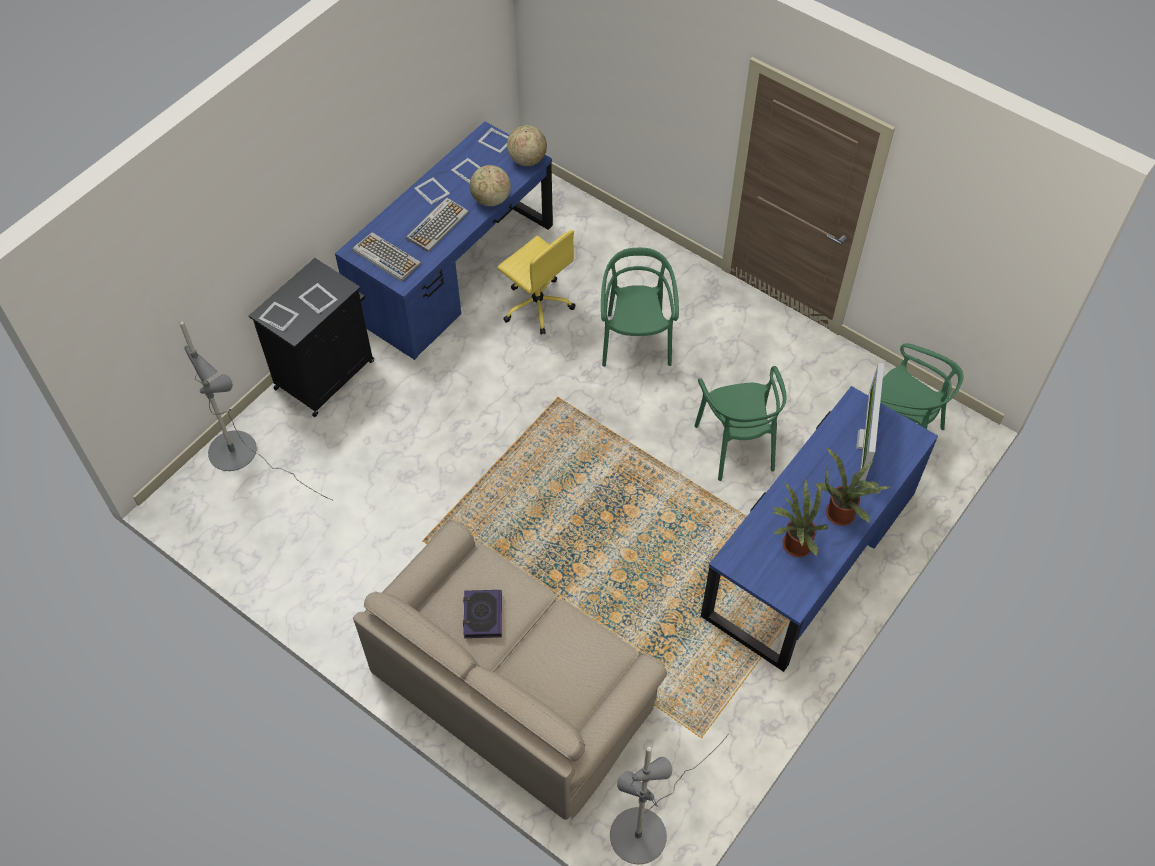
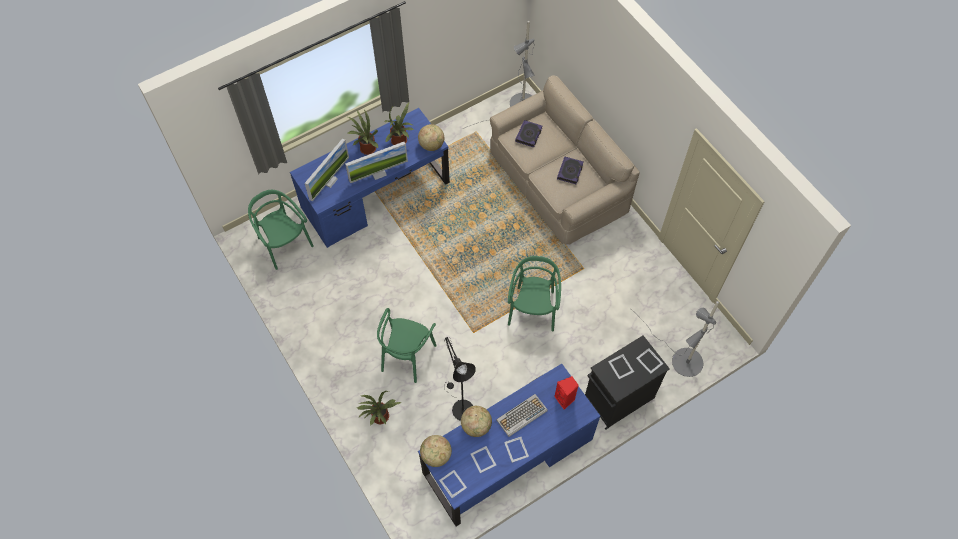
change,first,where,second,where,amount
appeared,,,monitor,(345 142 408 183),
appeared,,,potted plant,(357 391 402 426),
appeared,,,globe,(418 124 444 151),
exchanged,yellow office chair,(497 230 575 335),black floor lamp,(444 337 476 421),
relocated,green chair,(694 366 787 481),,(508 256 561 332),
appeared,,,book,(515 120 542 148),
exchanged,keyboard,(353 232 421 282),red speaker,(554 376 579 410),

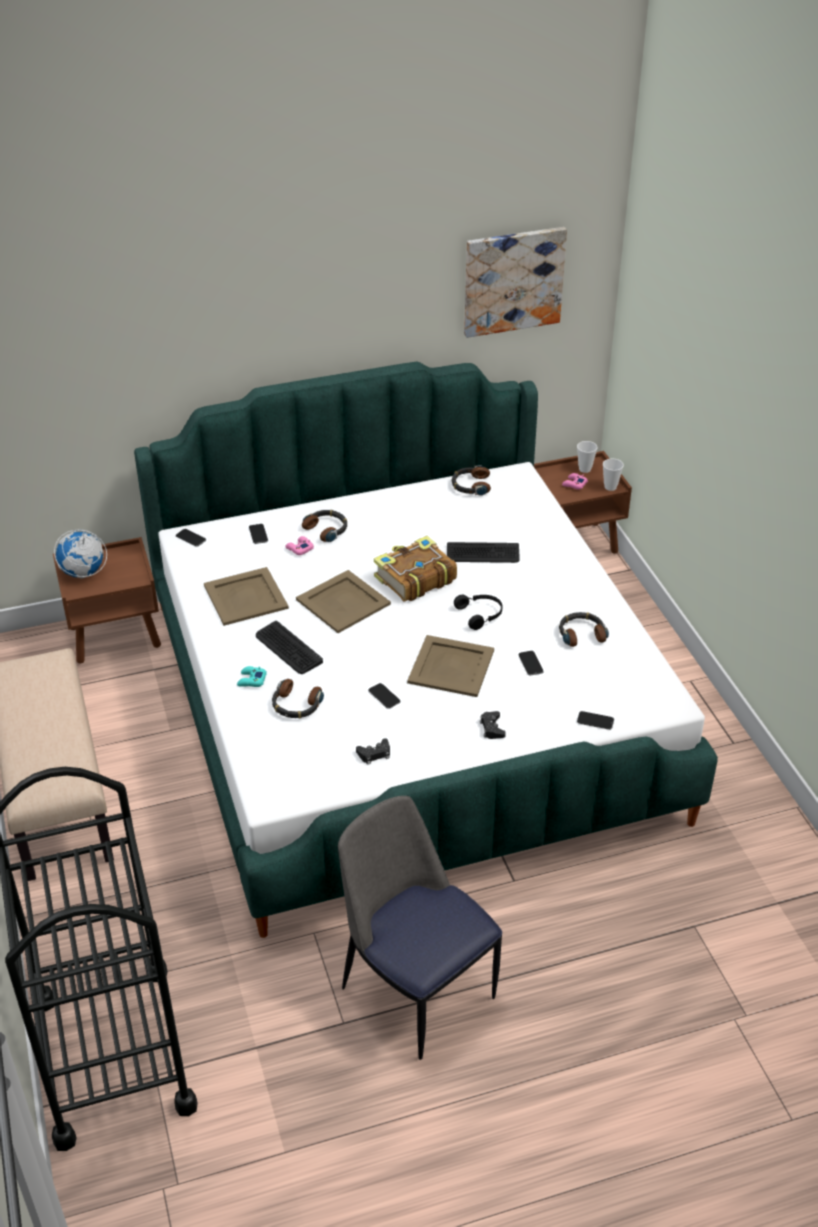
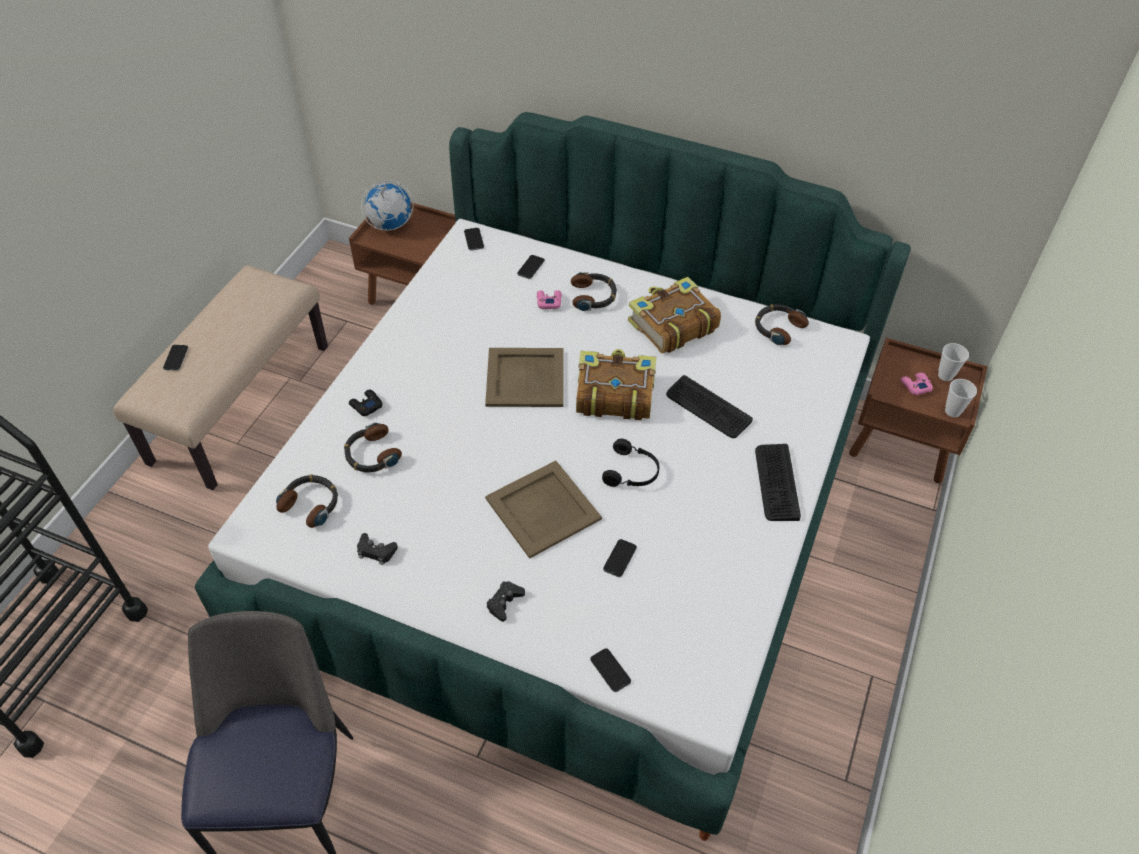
change,first,where,second,where,amount
relocated,phone,(368 683 401 709),,(163 345 188 371),
relocated,headphones,(559 612 609 647),,(276 475 338 528),
colour,turquoise game controller,(237 666 267 687),black game controller,(349 390 383 416),
appeared,,,book,(628 277 721 353),
relocated,keyboard,(256 621 323 674),,(755 444 801 521),
missing,beige tray,(204 567 289 626),,,
missing,picture,(464 227 567 338),,,

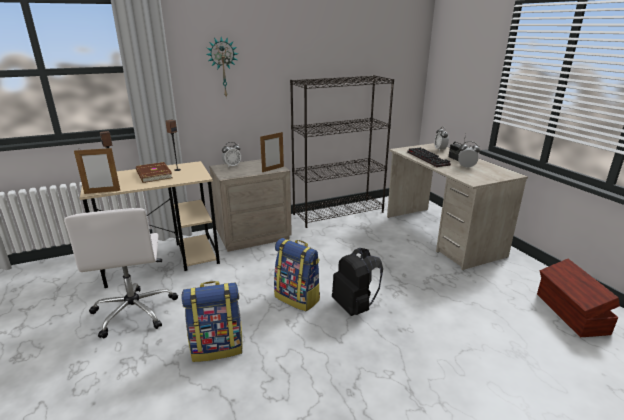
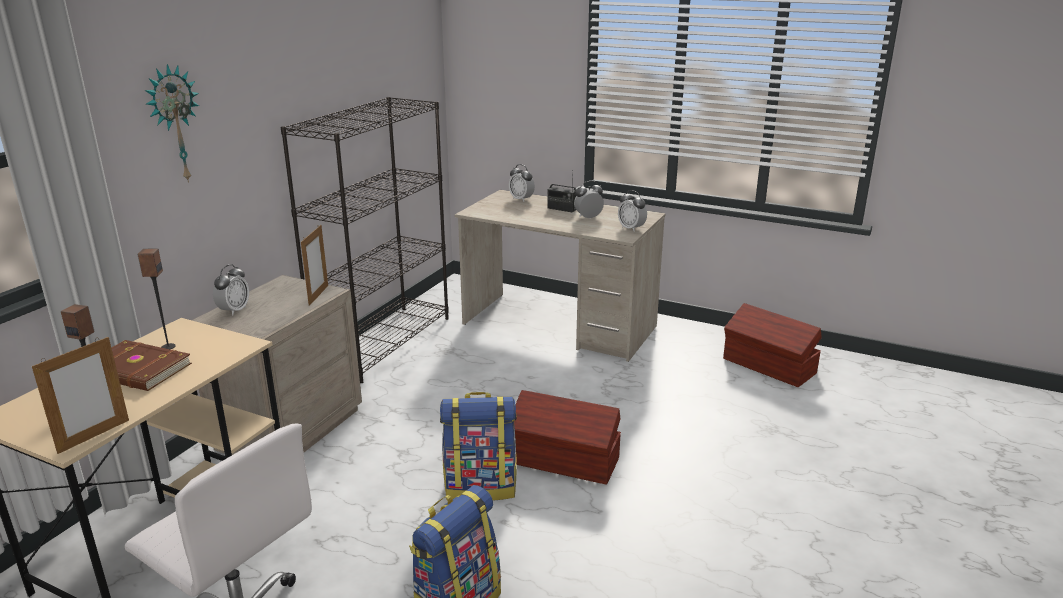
change,first,where,second,where,amount
exchanged,black backpack,(332 248 383 316),brown storage box,(514 390 621 485),
appeared,,,alarm clock,(618 190 647 232),
missing,keyboard,(407 147 451 167),,,

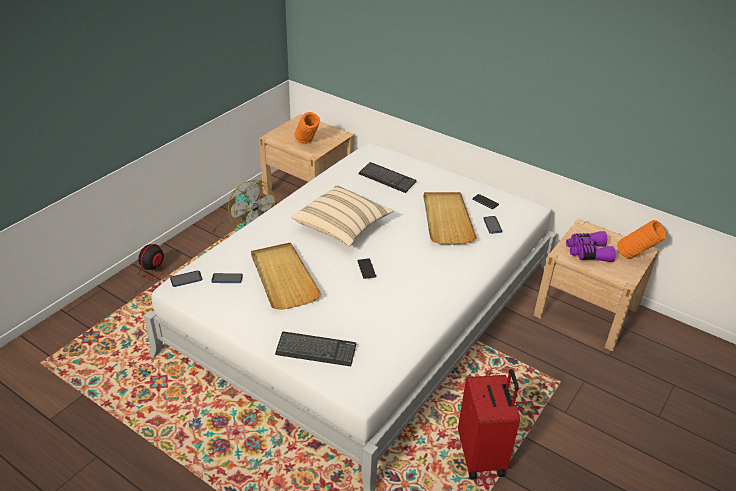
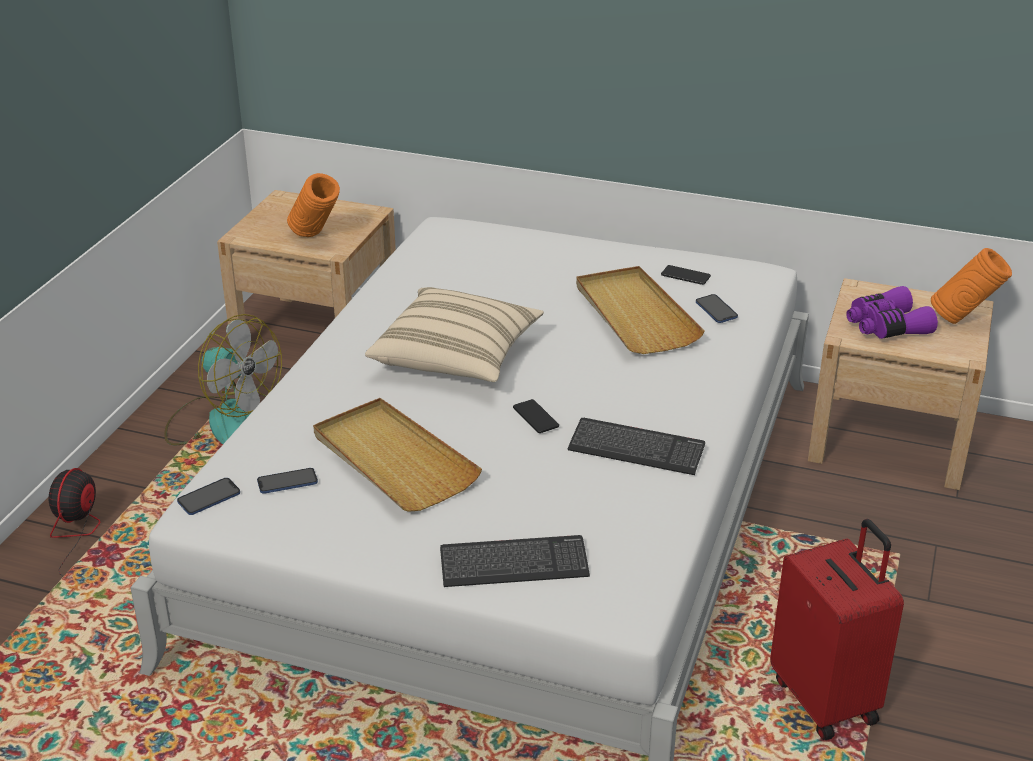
change,first,where,second,where,amount
relocated,keyboard,(358 162 417 193),,(568 418 705 475),

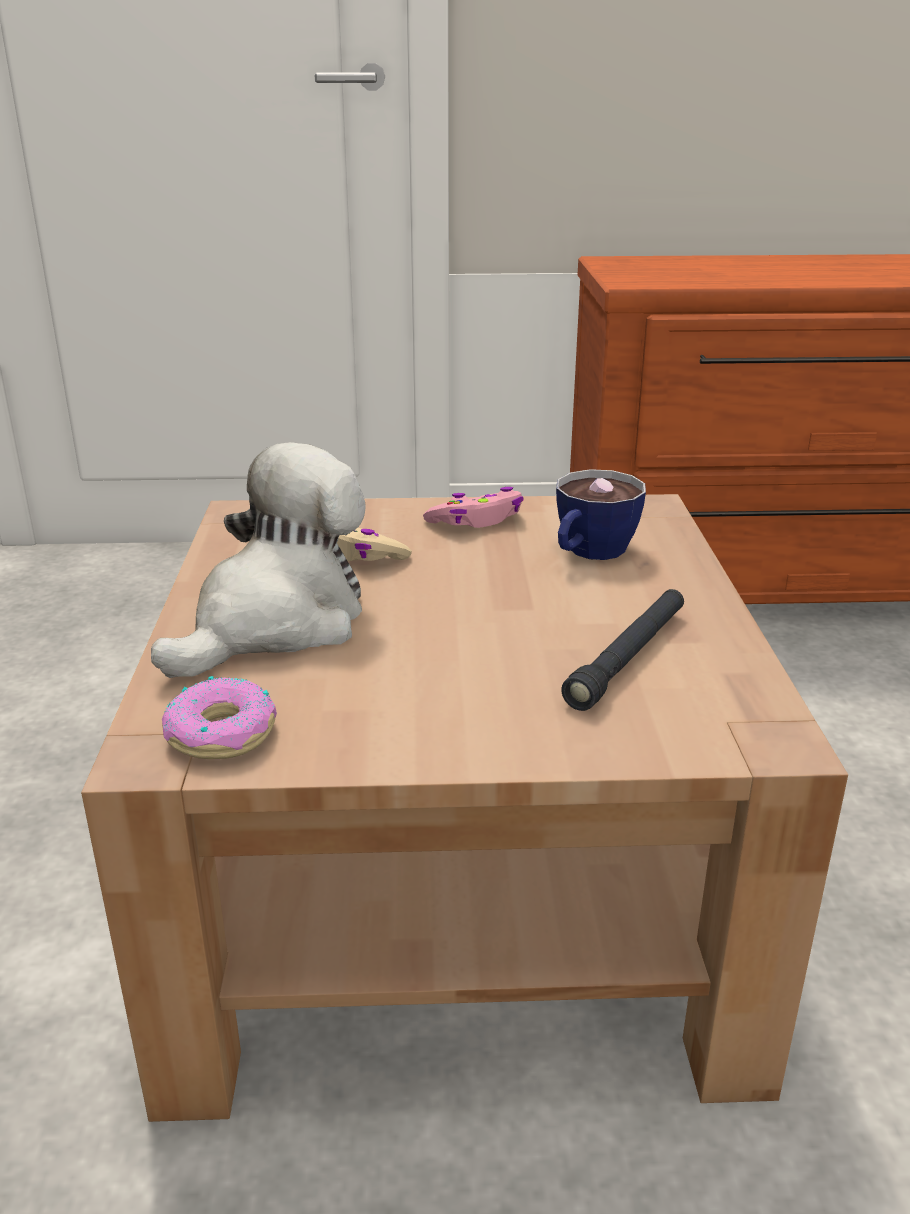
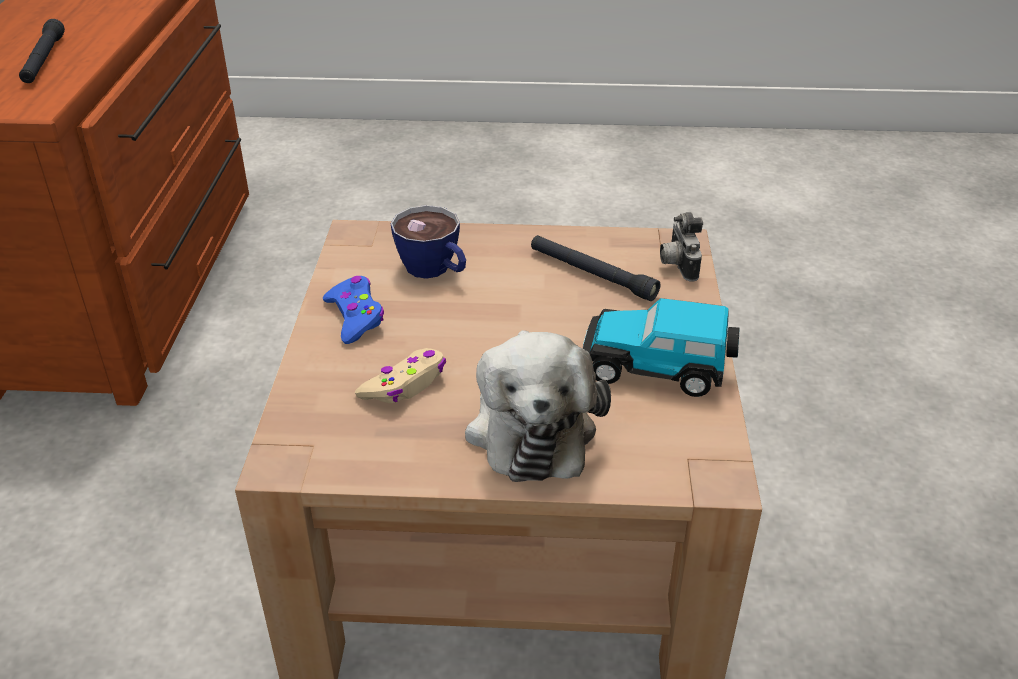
change,first,where,second,where,amount
appeared,,,black flashlight,(19 19 65 83),
colour,pink game controller,(423 487 524 528),blue game controller,(323 276 384 344),
spun,plush toy,(151 442 366 678),,(465 330 611 482),135 degrees counterclockwise
appeared,,,toy car,(583 298 739 397),
appeared,,,photo camera,(660 212 703 282),
missing,donut,(162 676 277 759),,,

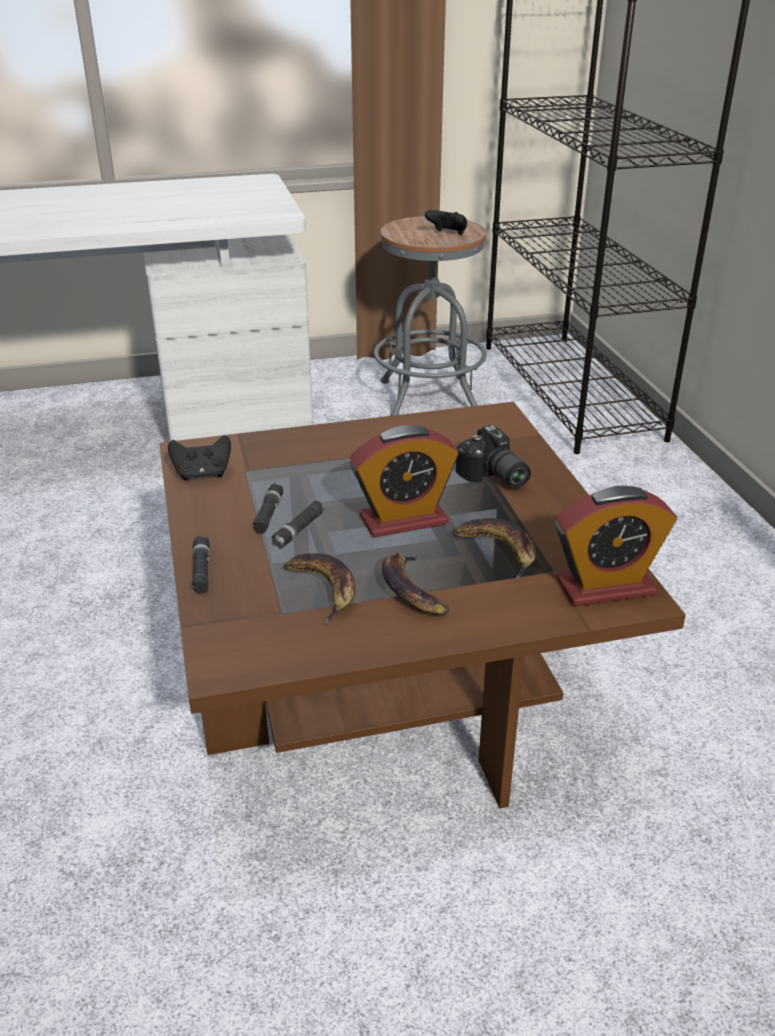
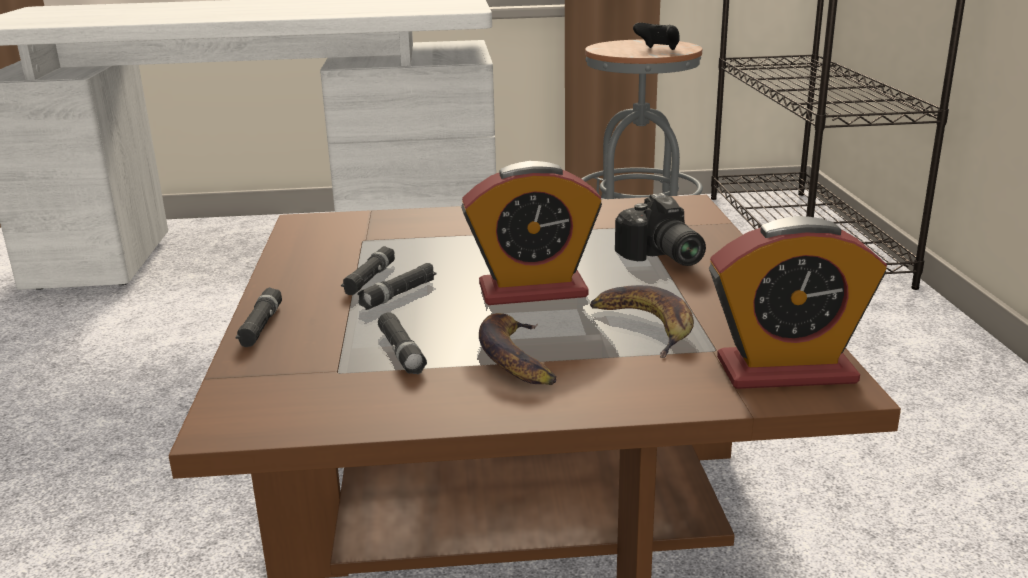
change,first,where,second,where,amount
exchanged,banana,(284 553 356 625),black flashlight,(378 312 427 375),
missing,black game controller,(168 435 231 480),,,

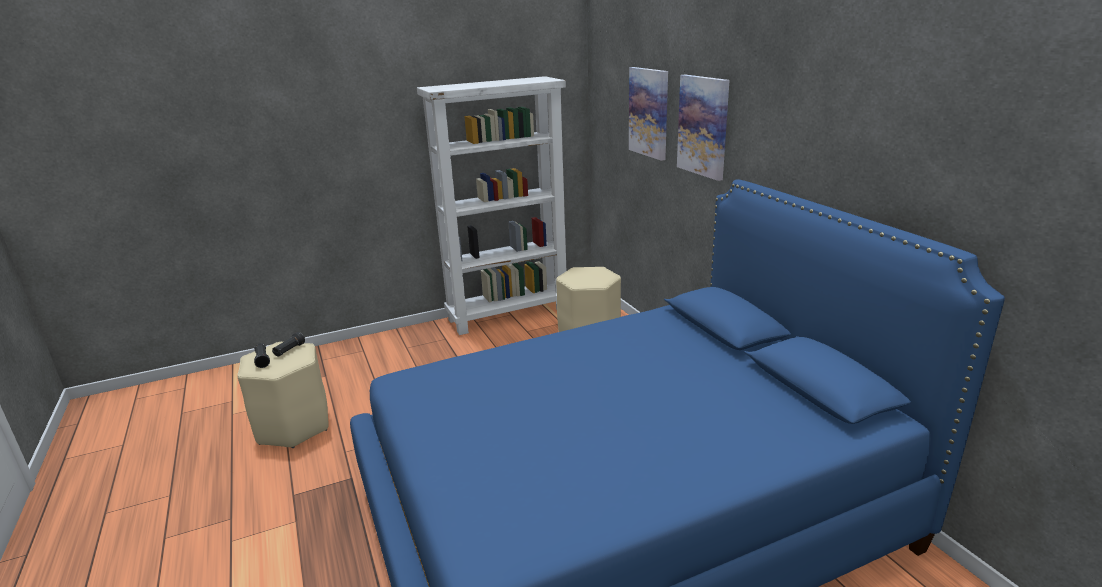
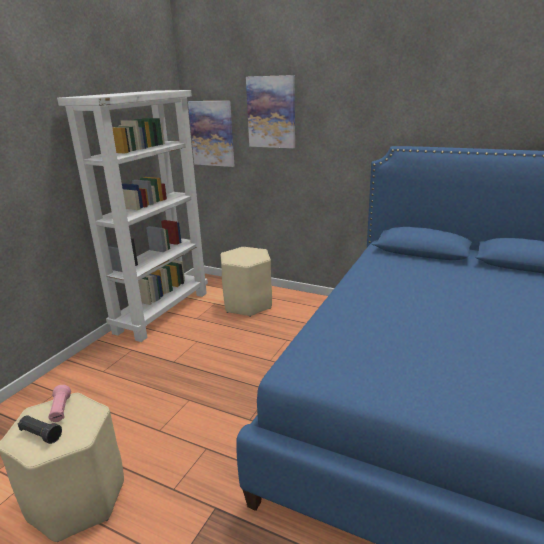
change,first,where,second,where,amount
colour,black flashlight,(272 332 305 357),pink flashlight,(49 385 71 422),
relocated,picture,(677 75 730 181),,(188 101 234 167),

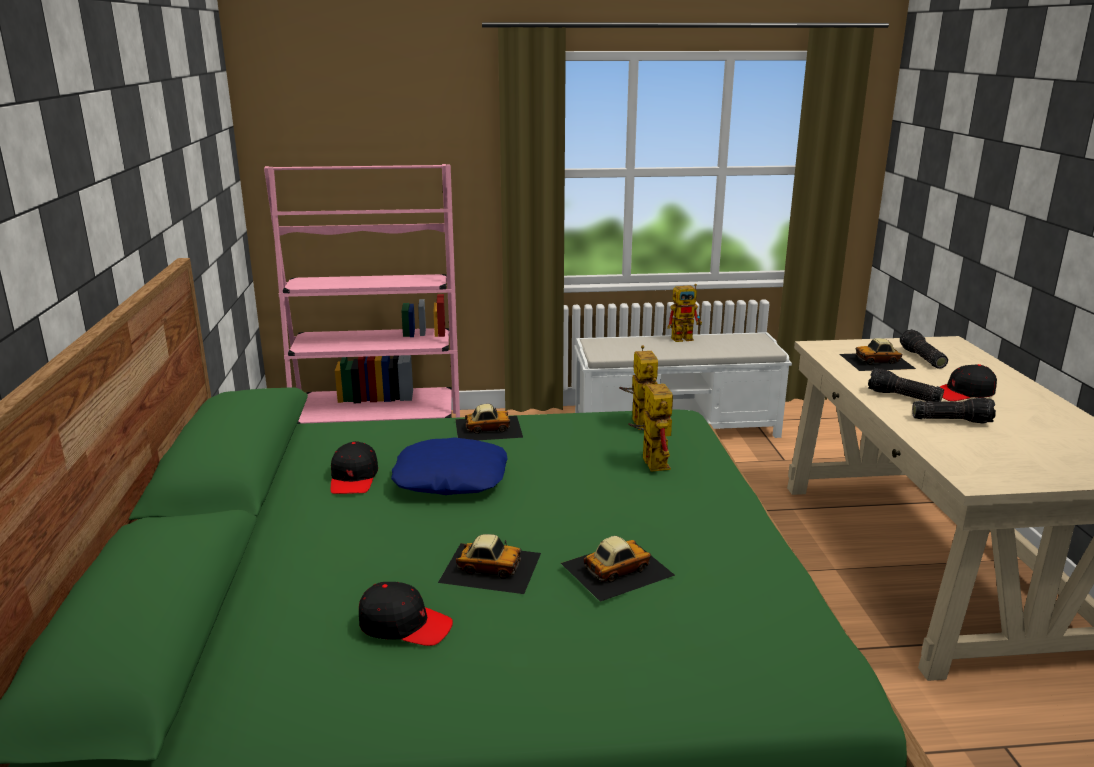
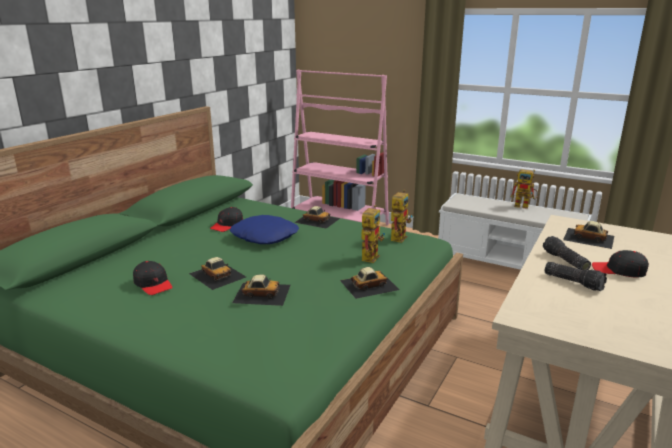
change,first,where,second,where,amount
appeared,,,toy car,(340 267 399 299),
missing,flashlight,(900 329 948 369),,,

